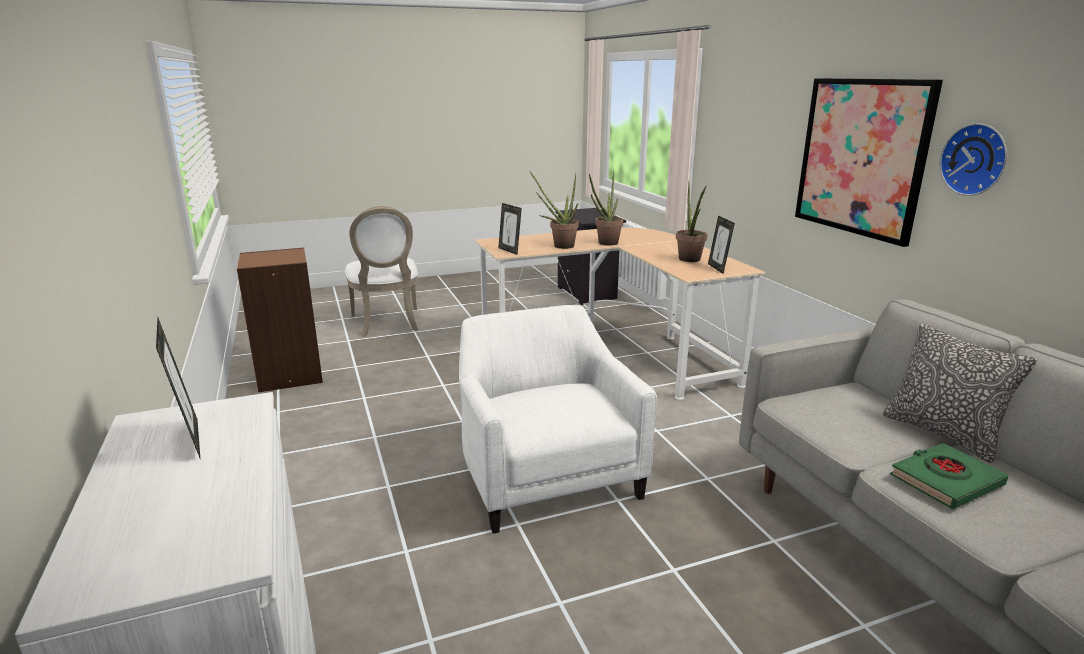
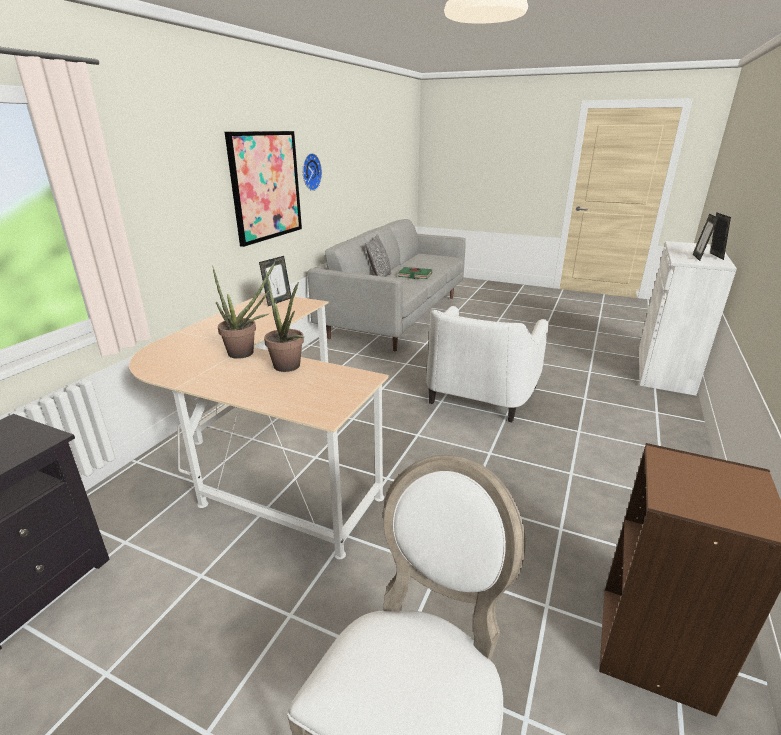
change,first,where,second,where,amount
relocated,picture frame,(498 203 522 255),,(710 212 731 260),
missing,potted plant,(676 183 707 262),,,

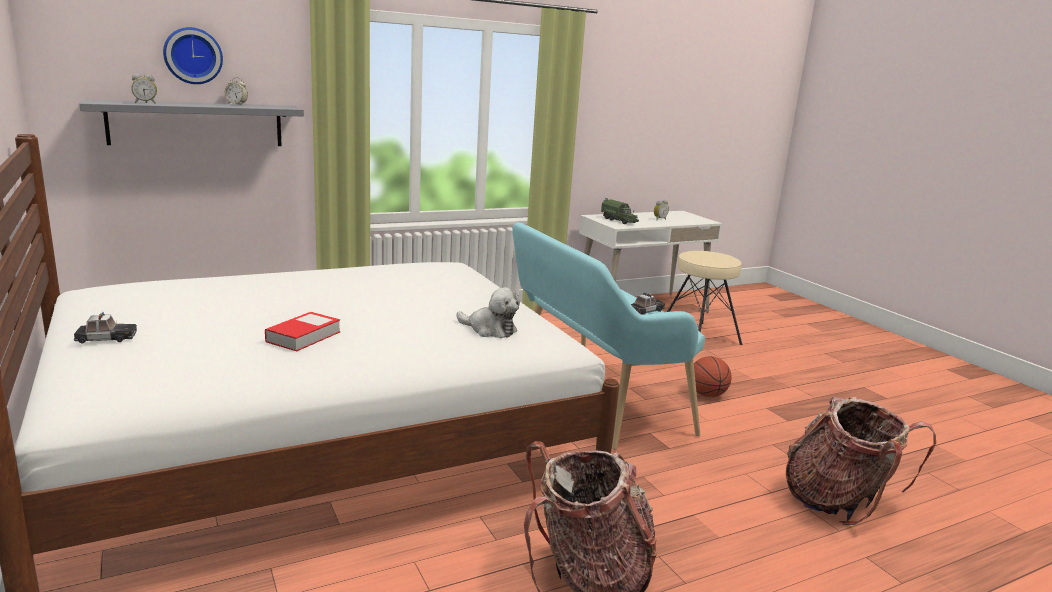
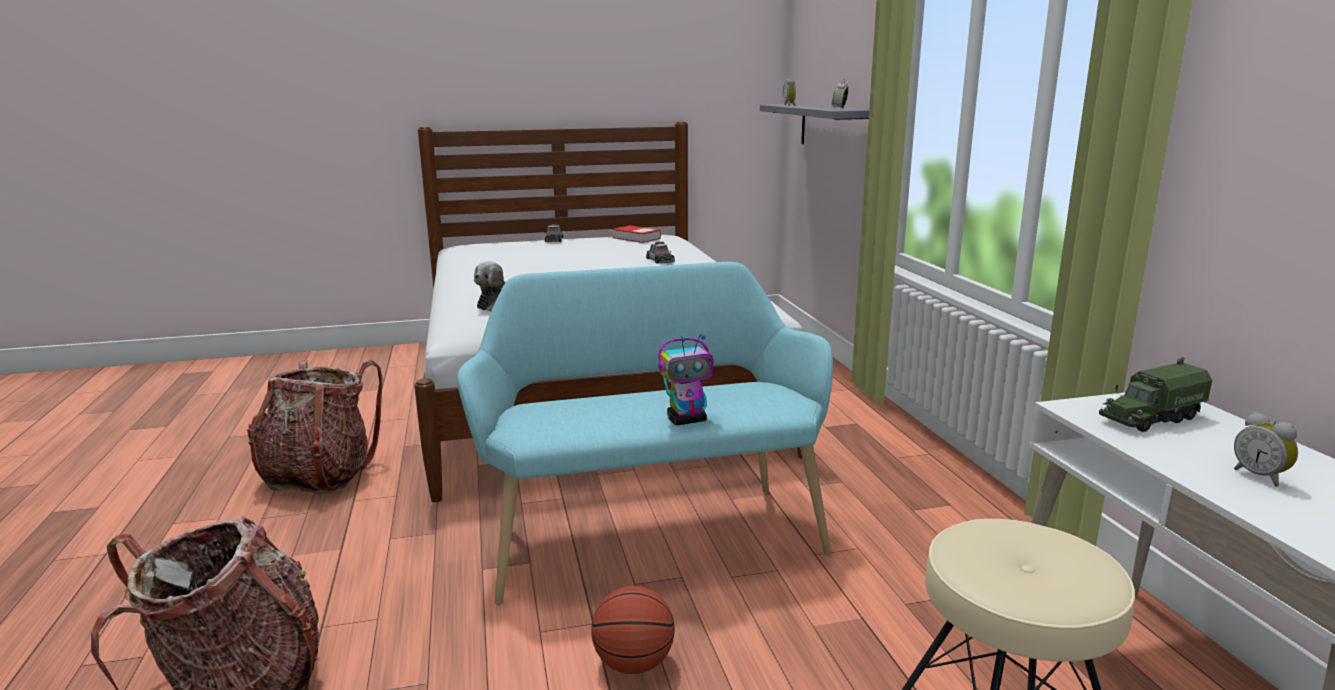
change,first,where,second,where,amount
relocated,book,(265 312 340 351),,(612 226 661 243),
relocated,toy car,(631 292 665 315),,(646 242 675 264),
appeared,,,toy robot,(658 334 714 425),
missing,wall clock,(163 27 223 84),,,

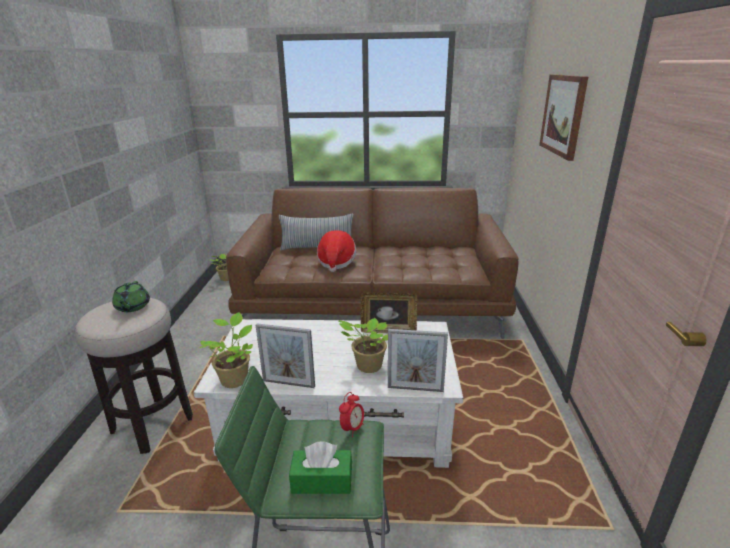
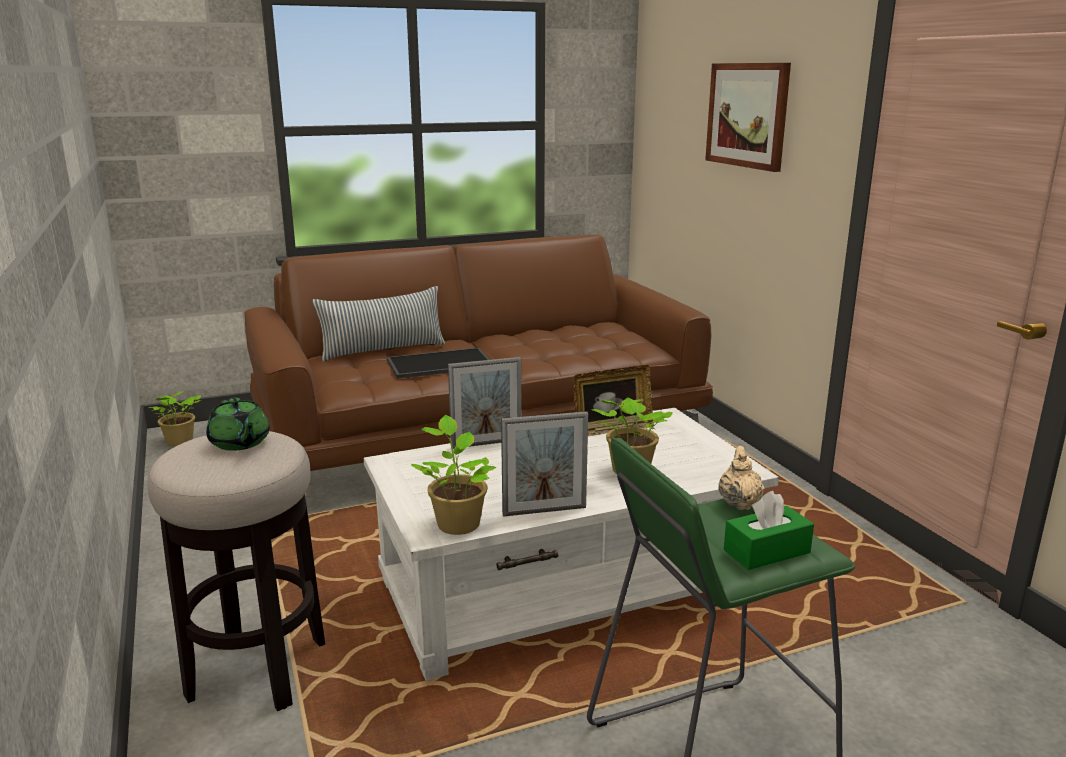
change,first,where,second,where,amount
exchanged,hat,(317 230 356 272),tray,(387 348 490 379),
relocated,picture frame,(388 329 448 392),,(448 357 521 449),
exchanged,alarm clock,(339 392 364 437),beige teapot,(718 446 764 510),

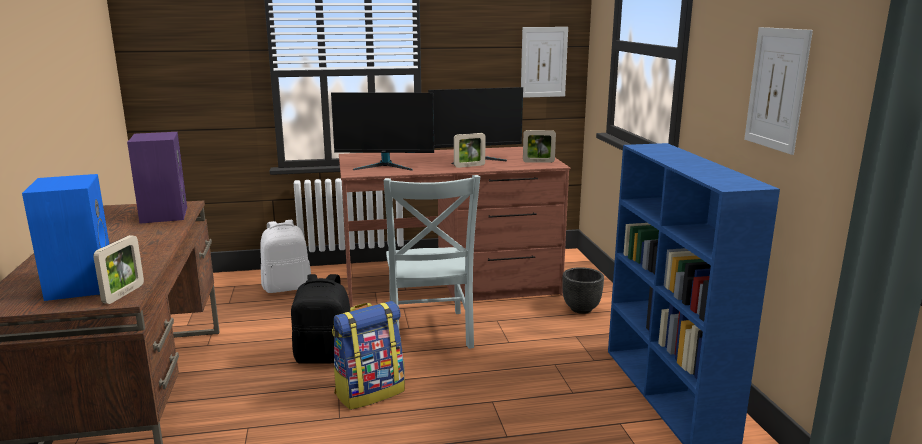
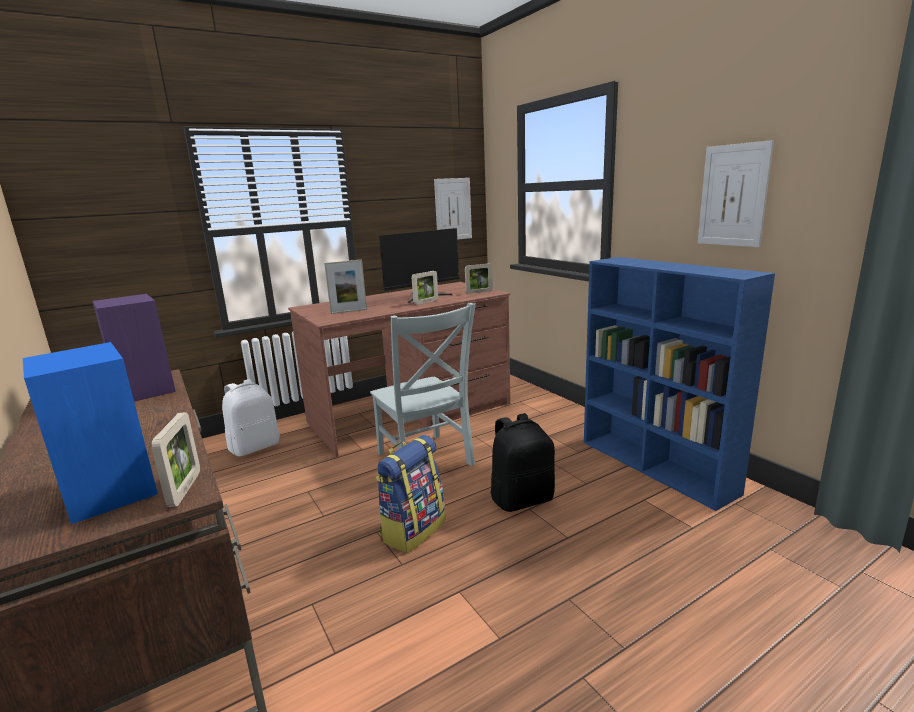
change,first,where,second,where,amount
exchanged,monitor,(331 92 434 171),picture frame,(324 260 367 314),
relocated,black backpack,(291 274 350 364),,(491 413 555 512),
missing,black planter,(562 267 604 314),,,

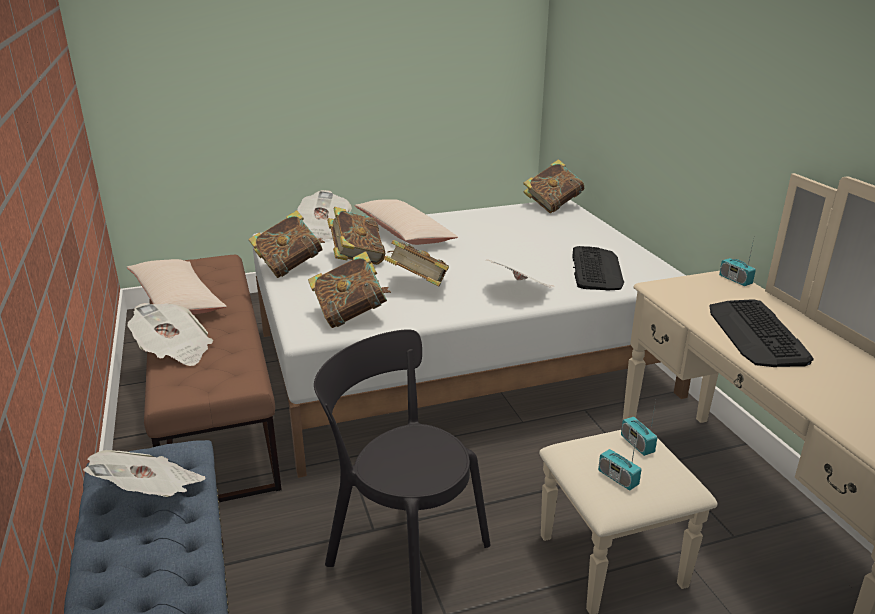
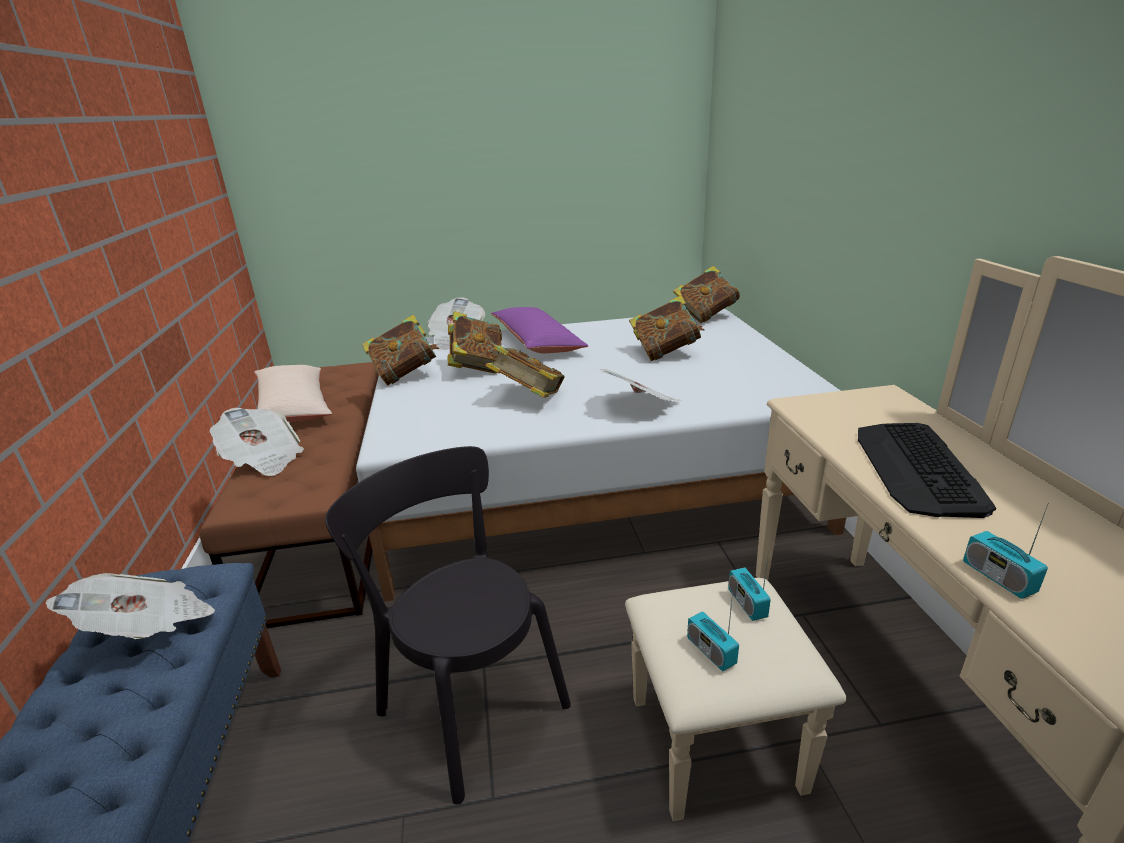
change,first,where,second,where,amount
colour,beige pillow,(354 199 458 245),purple pillow,(491 307 588 353),
relocated,book,(308 251 391 328),,(629 296 705 361),
relocated,radio,(719 239 756 286),,(963 502 1049 599),
missing,keyboard,(572 246 624 291),,,

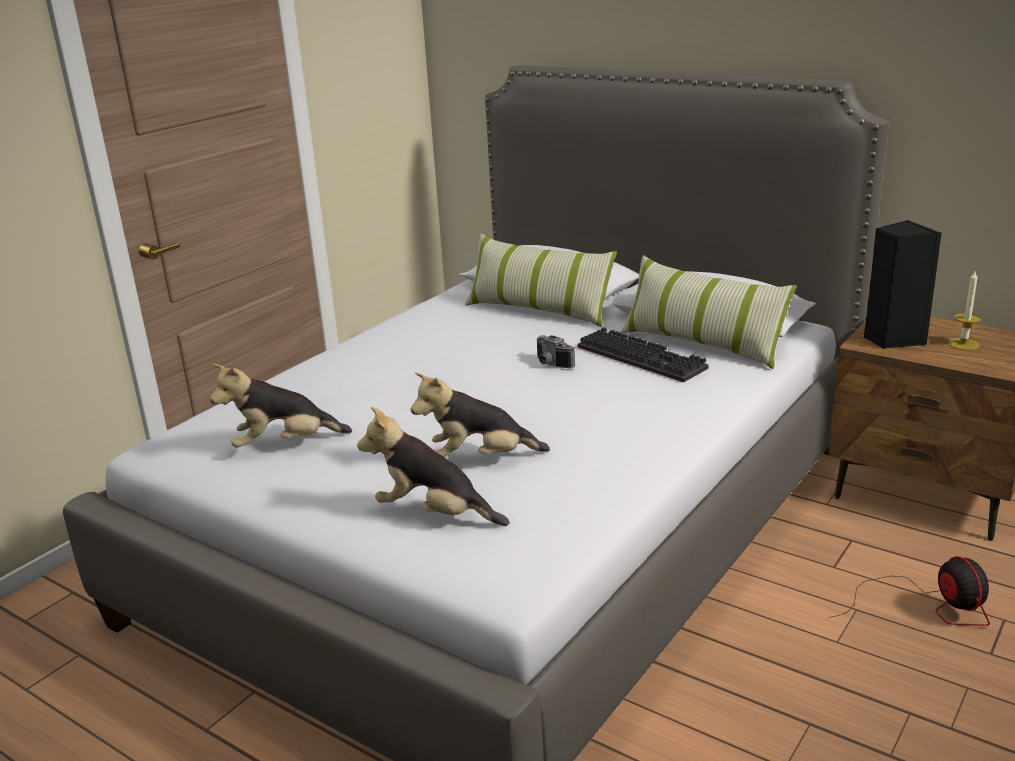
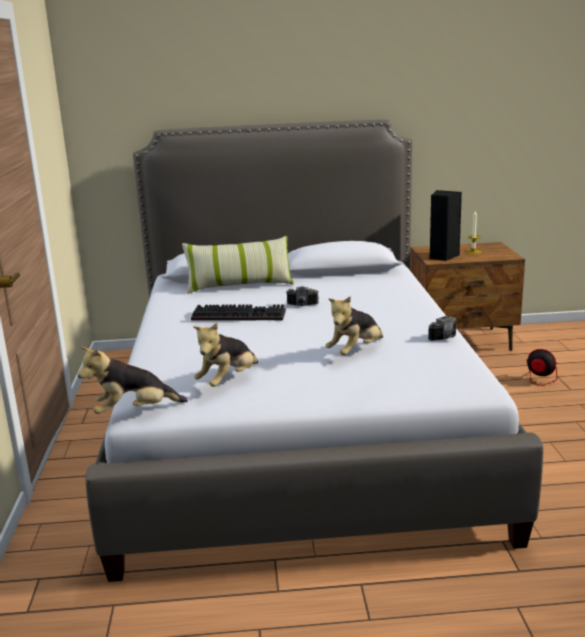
change,first,where,second,where,amount
relocated,plush toy,(357 407 509 526),,(77 346 188 414),
relocated,keyboard,(578 327 708 382),,(191 304 286 321),
appeared,,,photo camera,(428 316 457 341),
missing,pillow,(621 255 797 369),,,

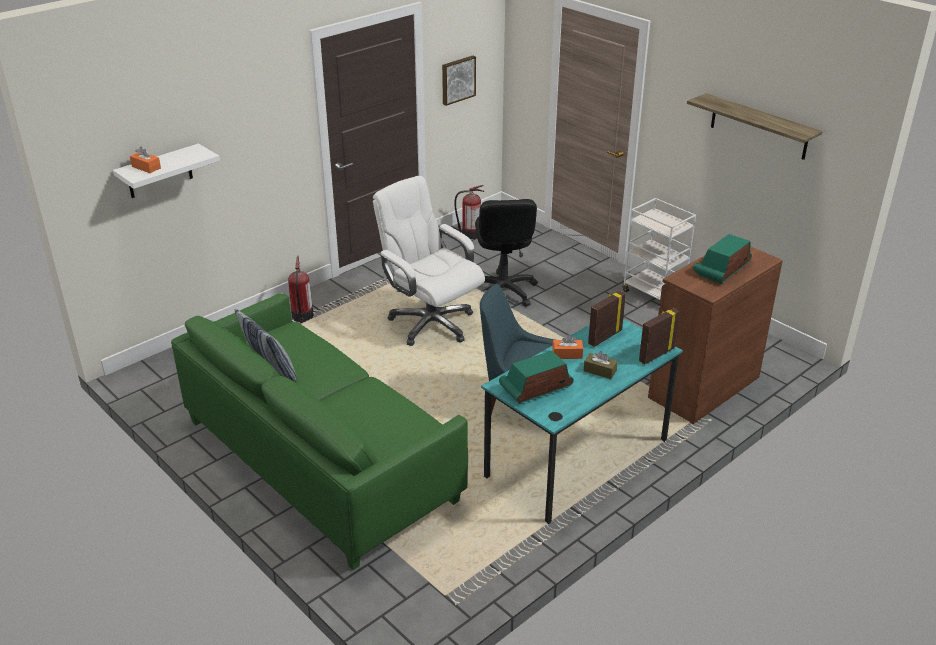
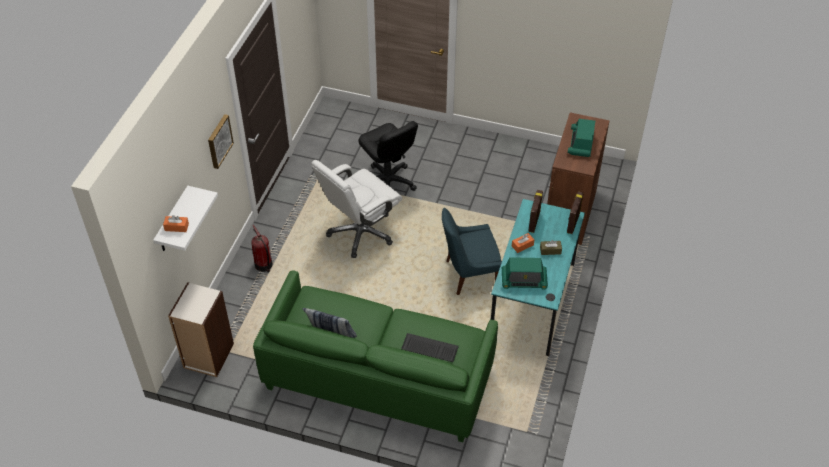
change,first,where,second,where,amount
appeared,,,bookcase,(168 282 234 377),
relocated,picture,(442 56 476 106),,(208 114 234 169),
spun,white office chair,(373 176 485 346),,(311 160 402 258),60 degrees counterclockwise
appeared,,,keyboard,(401 333 459 362),
spun,radio,(499 351 574 404),,(502 257 548 289),120 degrees counterclockwise
missing,fire extinguisher,(454 185 484 239),,,
missing,white cart,(622 198 696 307),,,
missing,shelf,(687 93 823 160),,,

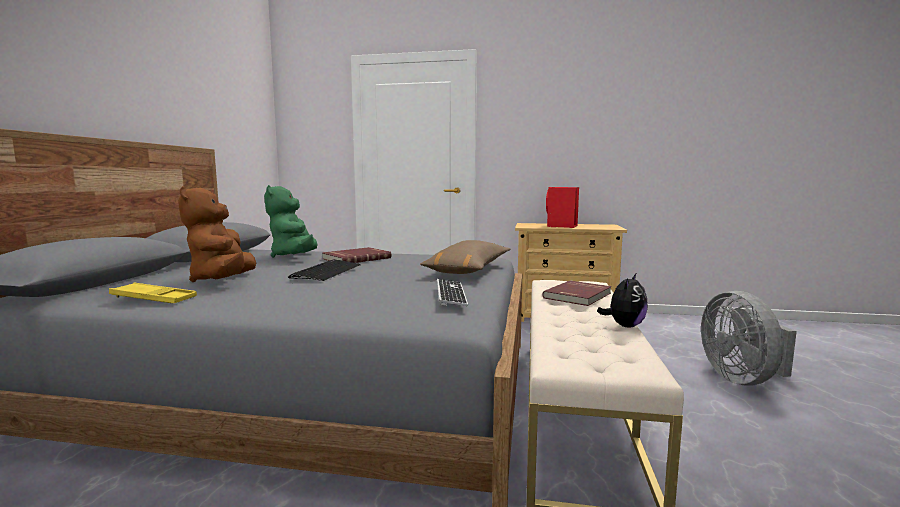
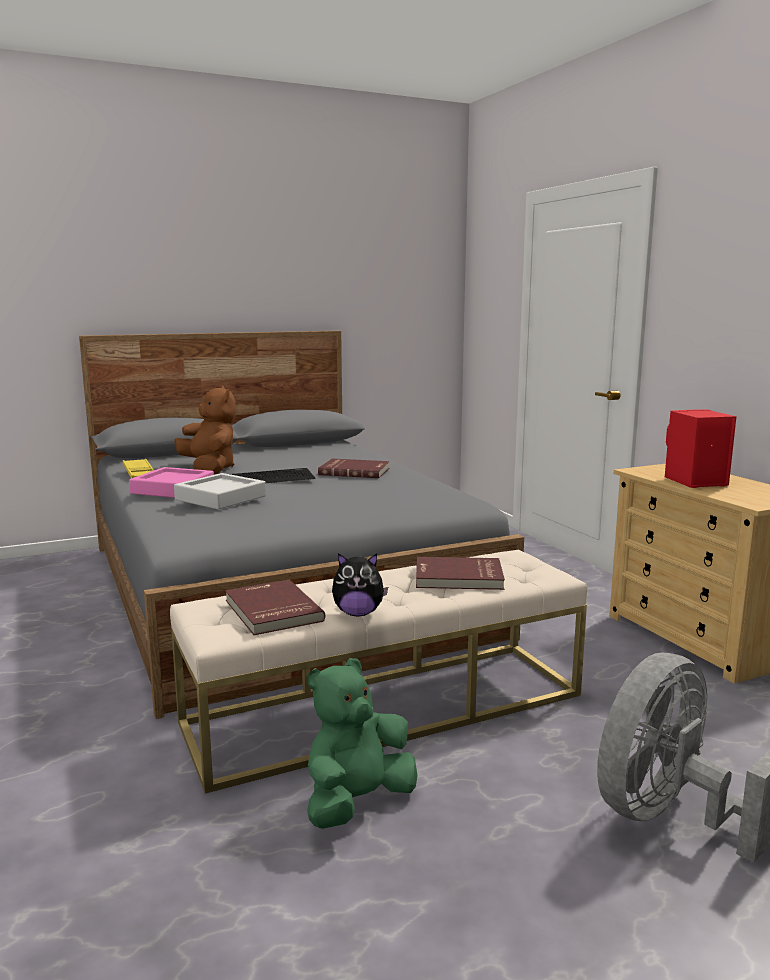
change,first,where,second,where,amount
appeared,,,pink tray,(129 467 214 498),
appeared,,,grey tray,(174 473 266 510),
spun,brown plush toy,(178 186 256 282),,(175 385 236 474),105 degrees clockwise
appeared,,,red book,(225 580 325 635),
relocated,green plush toy,(264 185 318 258),,(307 658 418 829),
missing,brown pillow,(420 240 510 274),,,
missing,keyboard,(437 279 468 306),,,

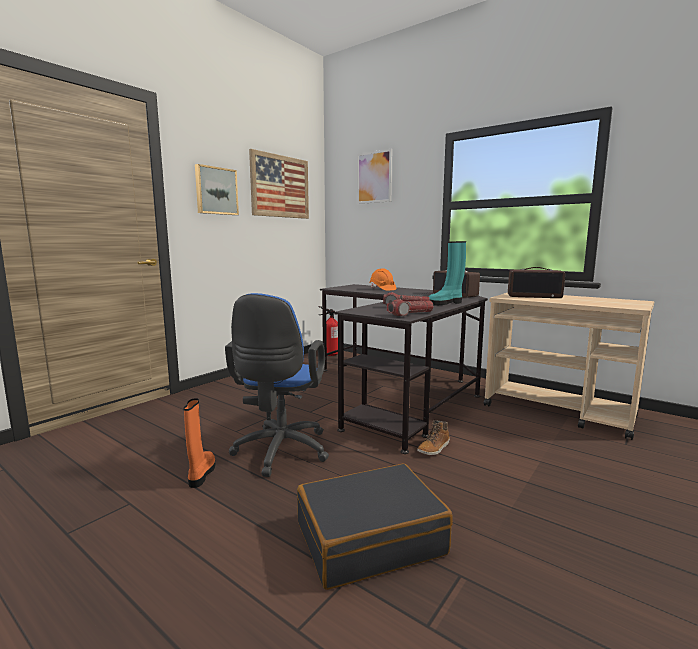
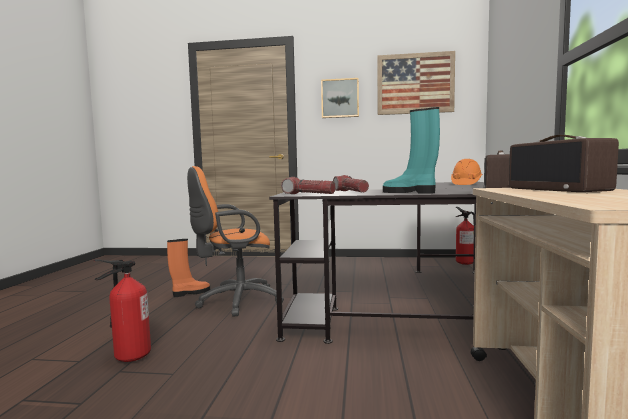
change,first,where,second,where,amount
exchanged,black suitcase,(297 463 453 590),fire extinguisher,(93 259 151 362),
colour,blue office chair,(225 293 329 477),orange office chair,(187 166 284 316),
missing,picture,(357 149 392 204),,,
missing,boot,(417 420 450 456),,,

